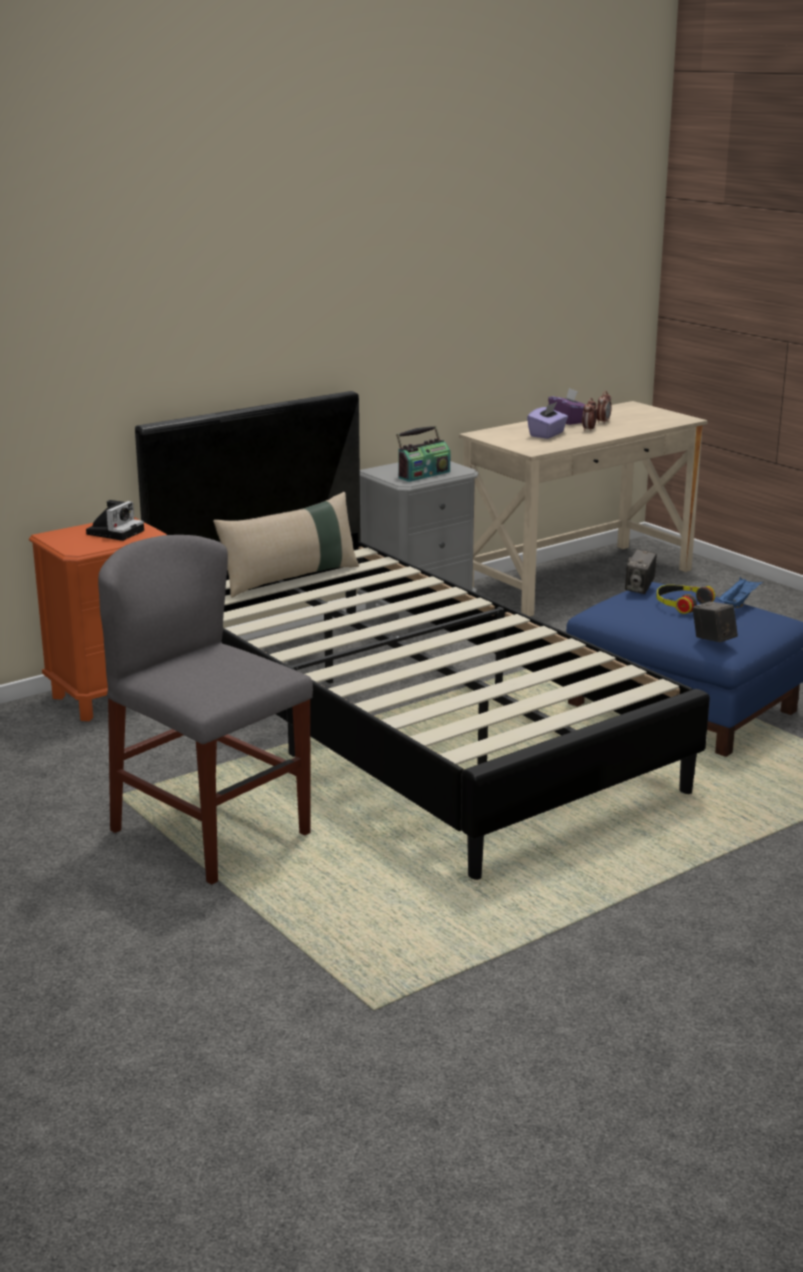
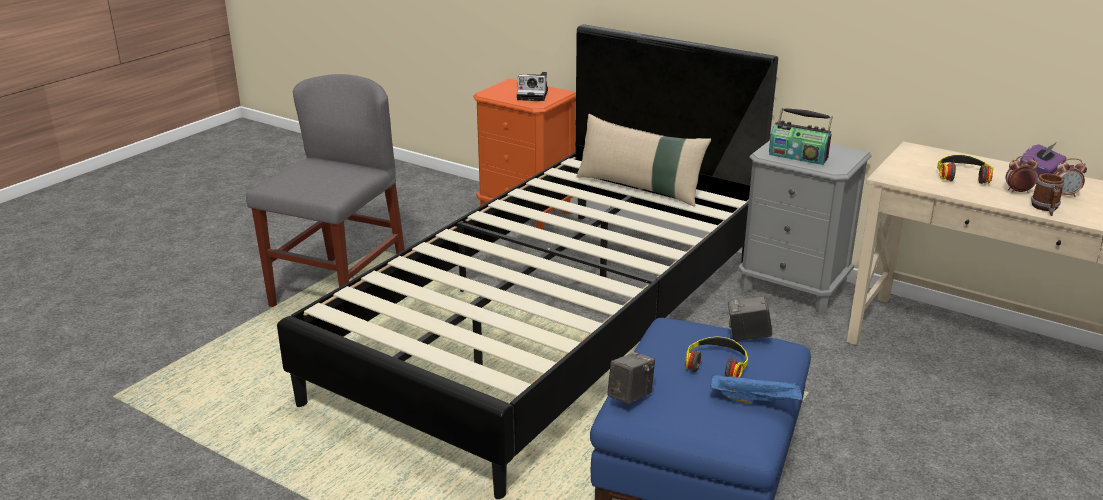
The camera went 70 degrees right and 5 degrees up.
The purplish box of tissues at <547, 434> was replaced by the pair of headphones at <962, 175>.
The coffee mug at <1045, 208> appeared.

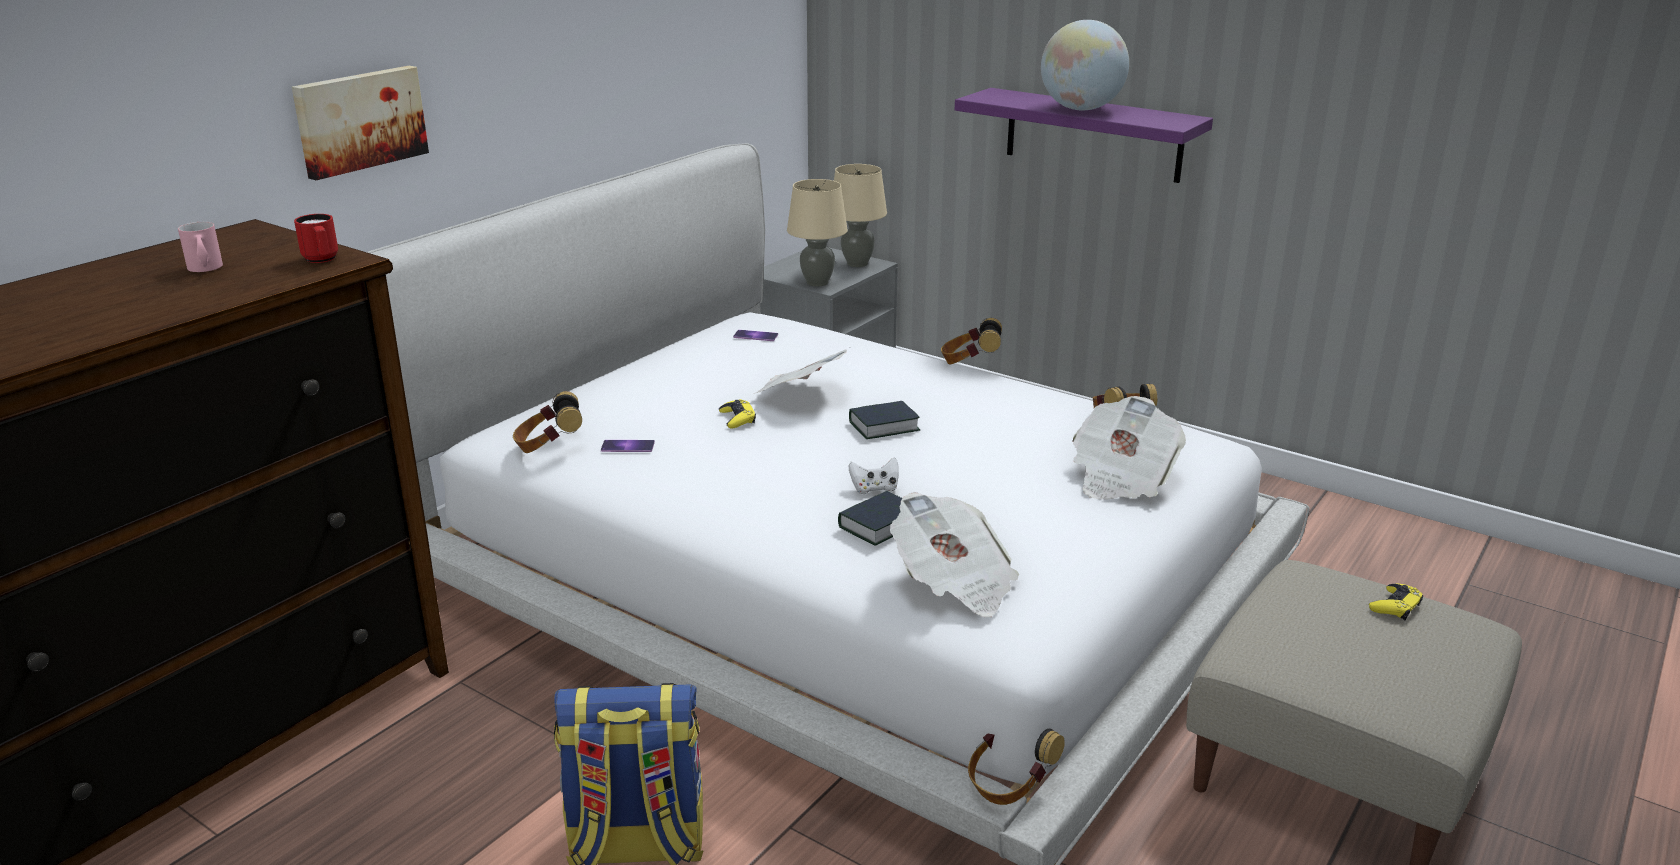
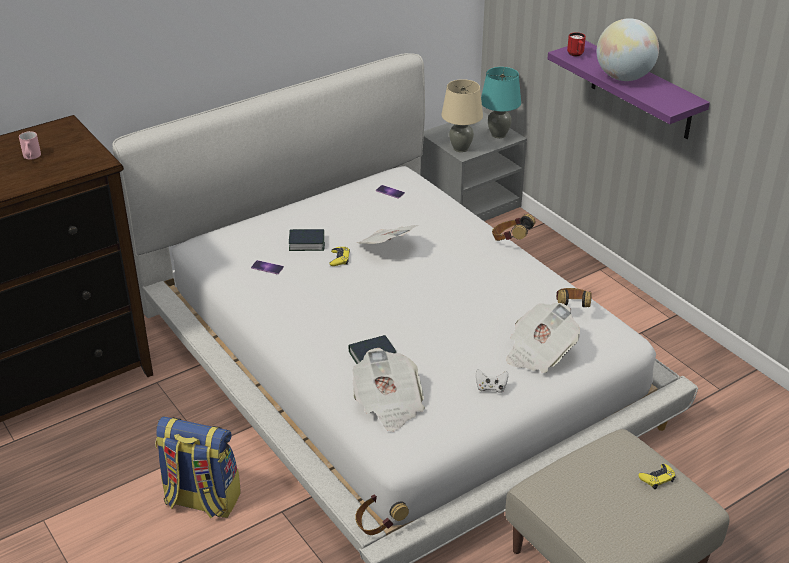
The camera went 20 degrees right and 10 degrees up.
The wall art at <359, 120> disappeared.
The red coffee mug moved from <322, 260> to <576, 55>.
The pair of headphones at <549, 446> disappeared.
The sand-coloured tabletop lamp at <857, 263> became the turquoise-coloured tabletop lamp at <498, 134>.
The book moved from <884, 426> to <306, 243>.
The white-coloured game controller moved from <874, 489> to <491, 388>.

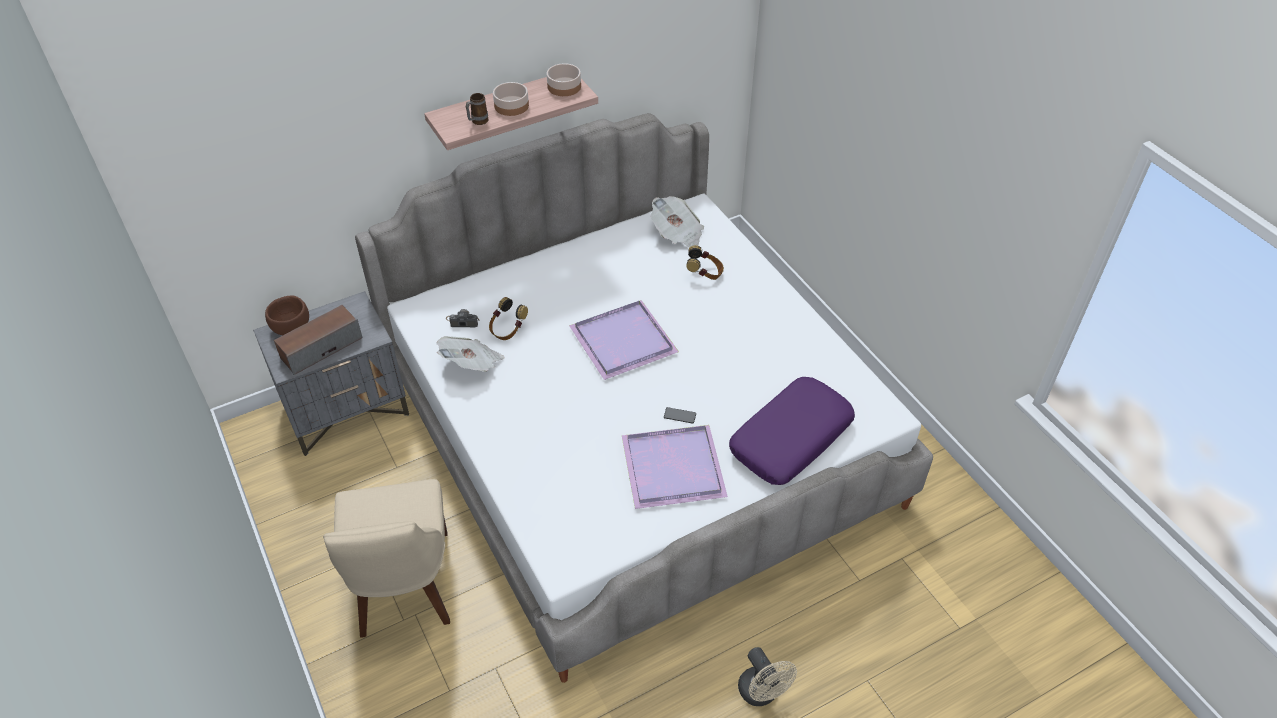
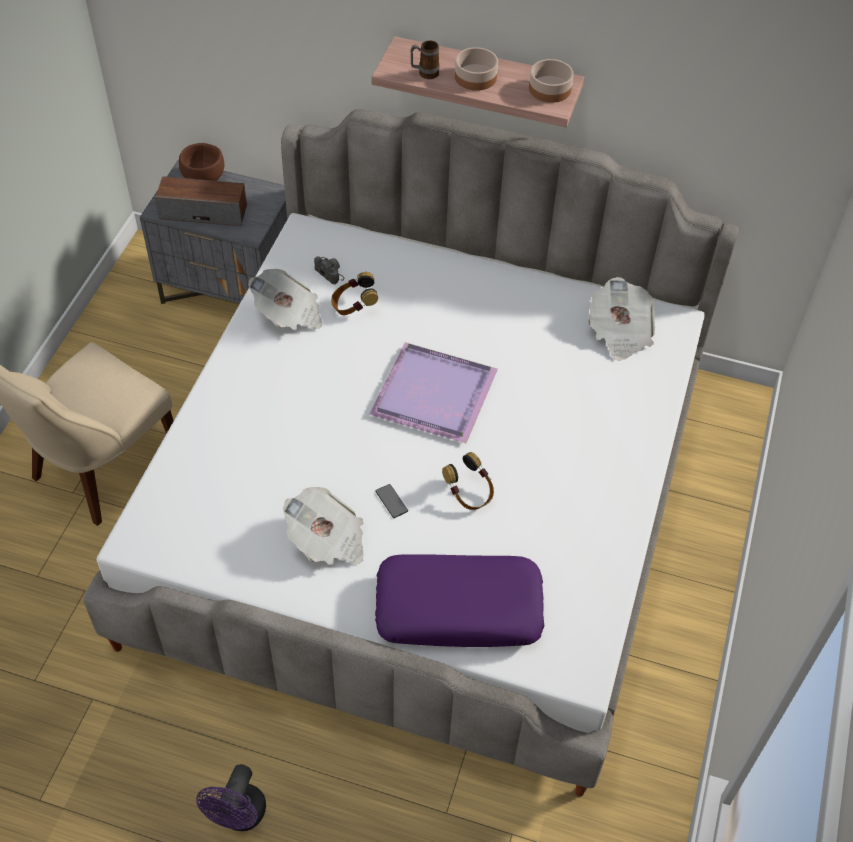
The camera went 45 degrees right and 5 degrees up.
The purplish tray at <674, 466> was replaced by the daily paper at <327, 541>.
The pair of headphones moved from <705, 274> to <469, 494>.
The sand-coloured electric fan at <762, 694> became the purplish electric fan at <239, 817>.

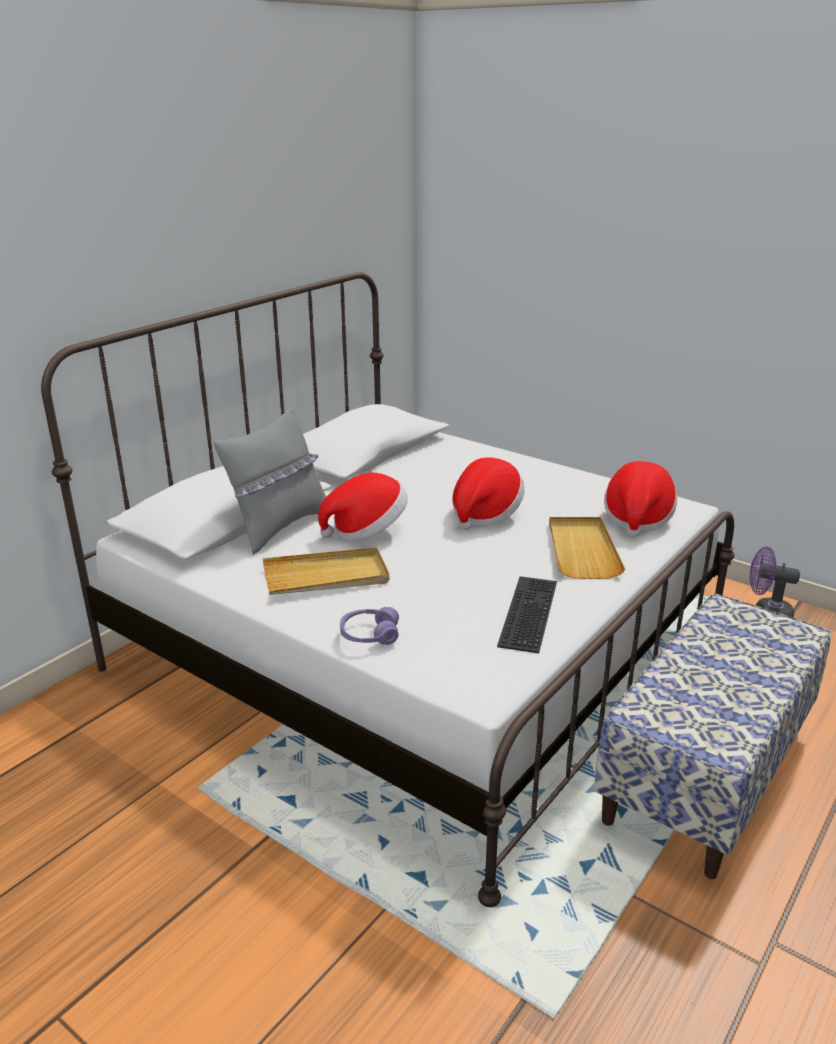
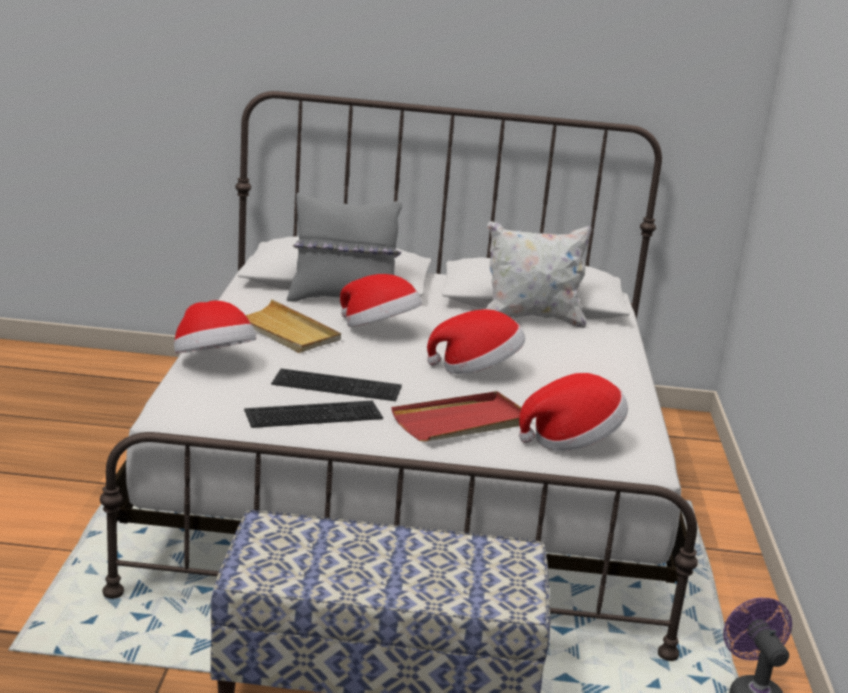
The camera went 55 degrees right and 5 degrees down.
The purplish pair of headphones at <369, 635> was replaced by the wearable hat at <213, 362>.
The sand-coloured tray at <582, 550> became the red tray at <462, 422>.
The keyboard at <338, 384> appeared.
The white-coloured throw pillow at <531, 319> appeared.

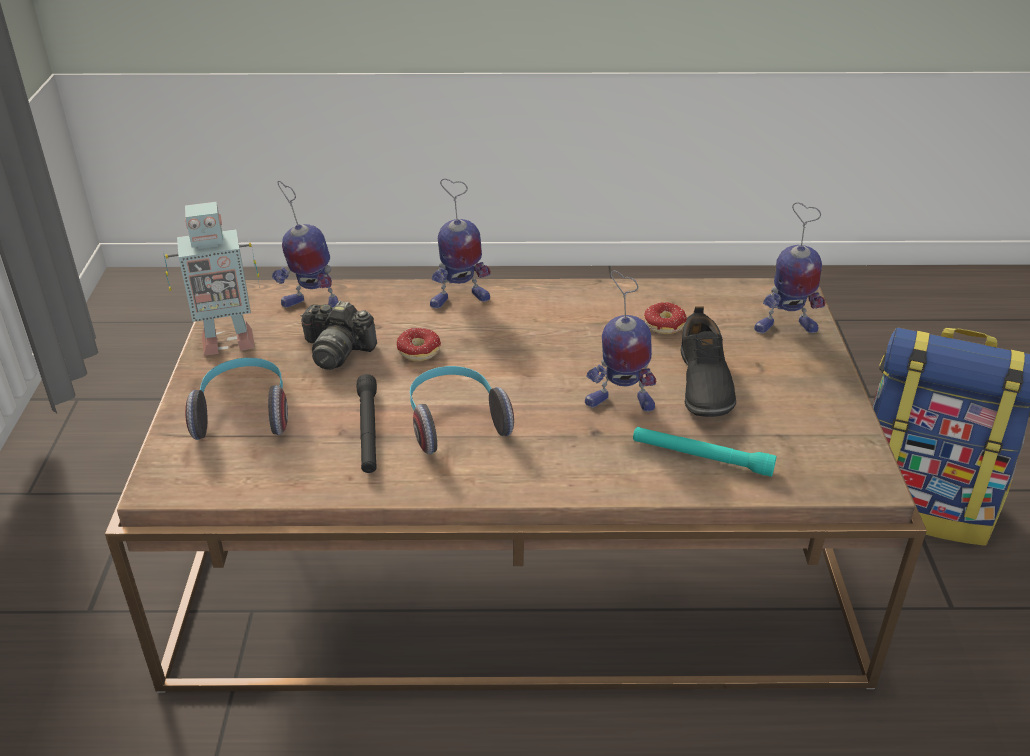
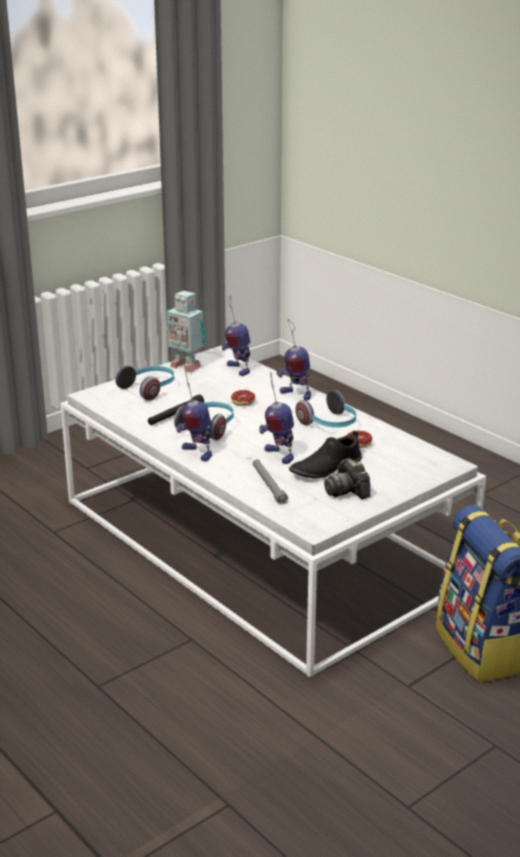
The camera went 50 degrees right and 10 degrees down.
The brown-coloured lounge table at <517, 545> became the white-coloured lounge table at <261, 541>.
The photo camera moved from <337, 351> to <347, 491>.
The turquoise-coloured torch at <701, 457> became the gray torch at <268, 485>.
The model robot moved from <784, 328> to <196, 453>.
The pair of headphones at <329, 424> appeared.

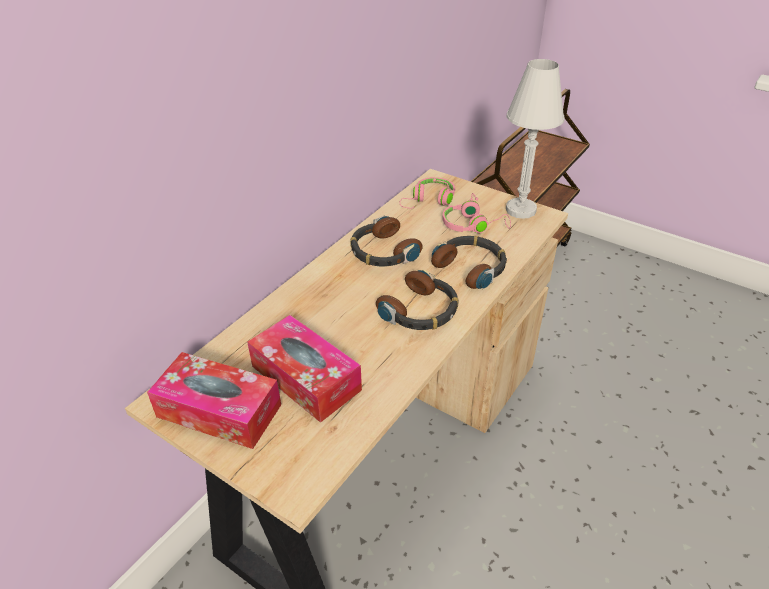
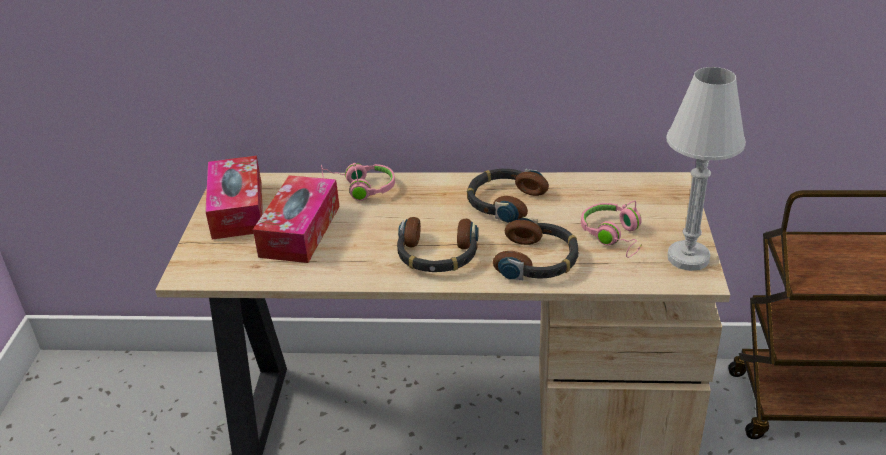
The camera went 60 degrees right and 5 degrees down.
The pink-coloured pair of headphones moved from <429, 201> to <360, 188>.

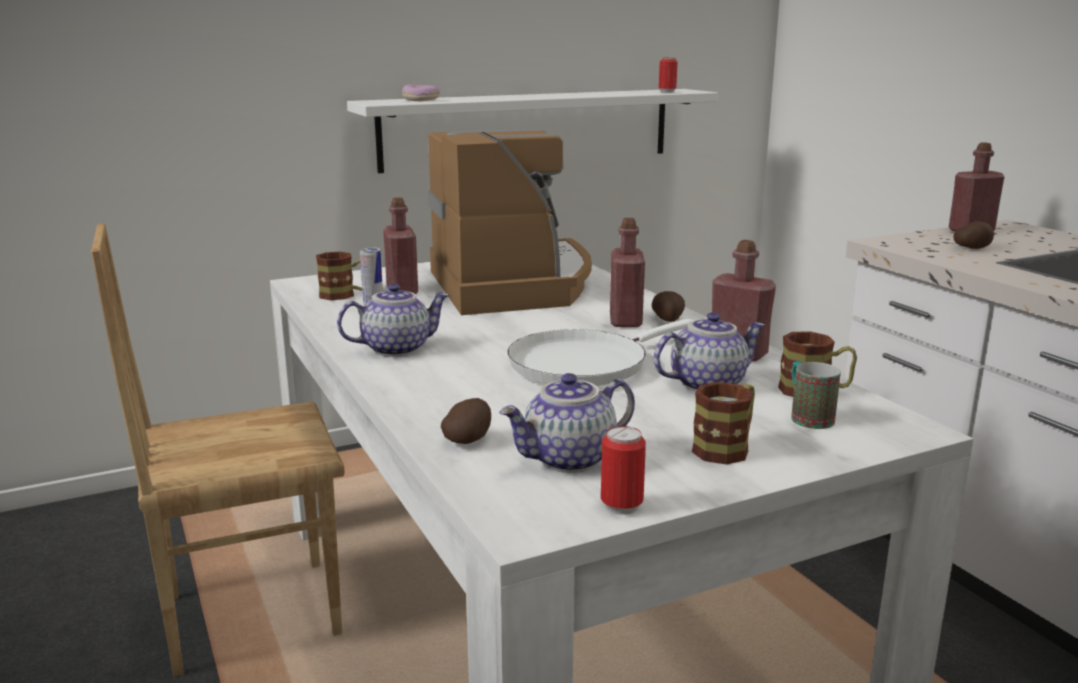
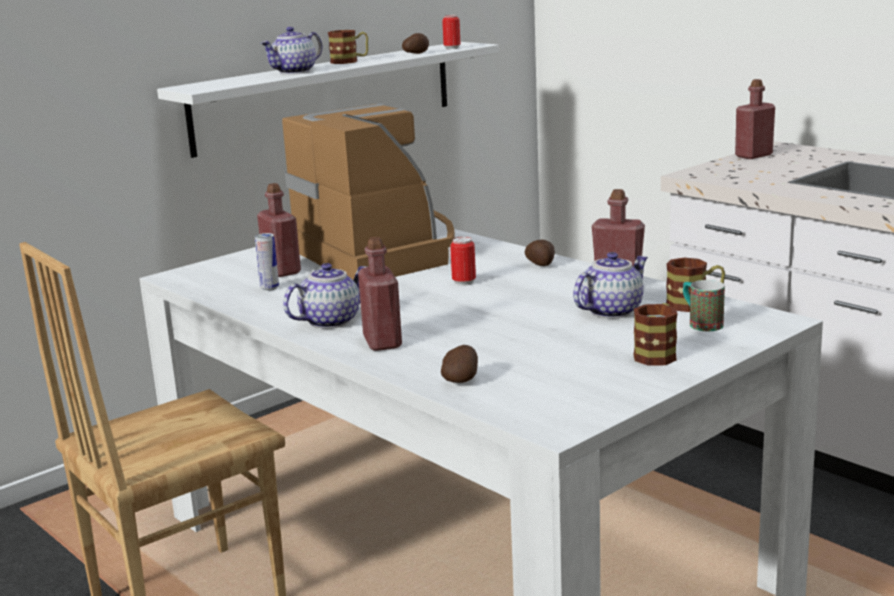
The camera went 15 degrees left and 0 degrees up.
The coffee mug moved from <344, 295> to <350, 61>.
The donut at <420, 100> disappeared.
The tea pot moved from <569, 460> to <295, 72>.
The white-coloured pan at <584, 364> disappeared.
The sealed can moved from <621, 506> to <464, 282>.
The red bottle moved from <625, 320> to <382, 342>.
The whole potato moved from <971, 248> to <416, 53>.

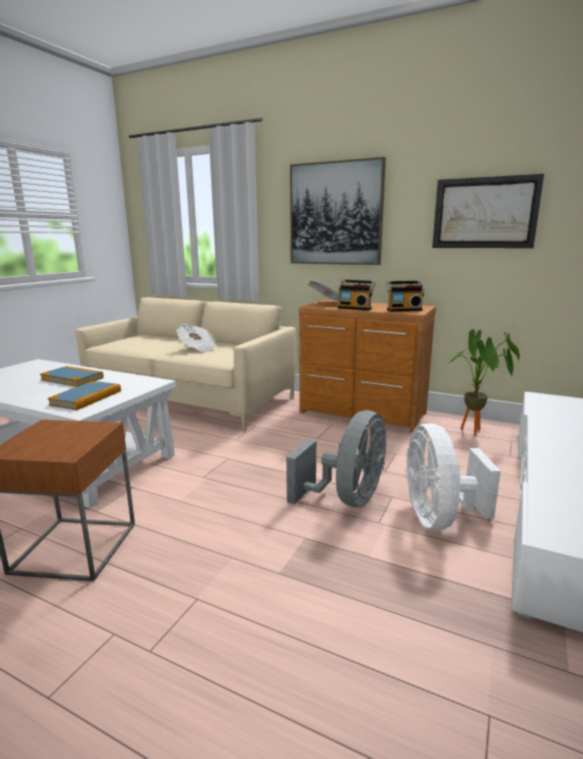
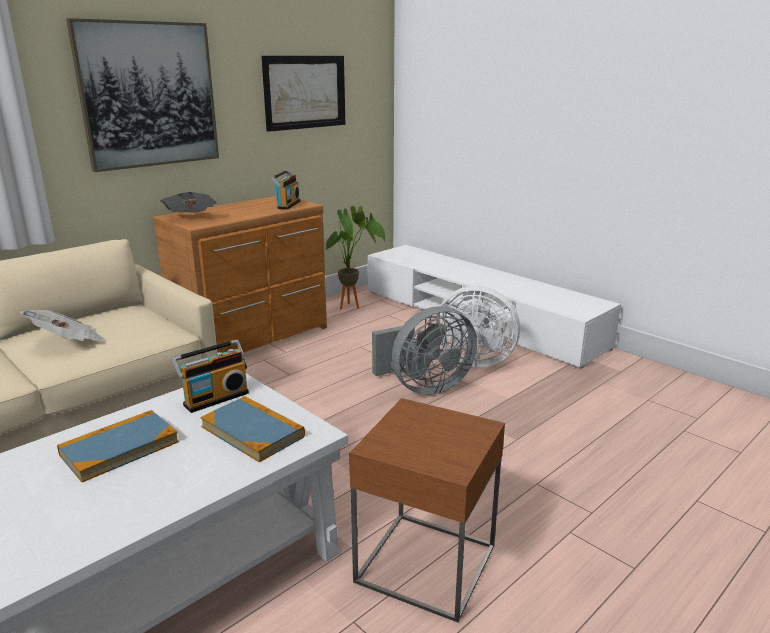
The camera went 70 degrees left and 5 degrees up.
The gray electric fan at <347, 499> turned 105 degrees clockwise.
The radio receiver moved from <355, 308> to <215, 398>.

